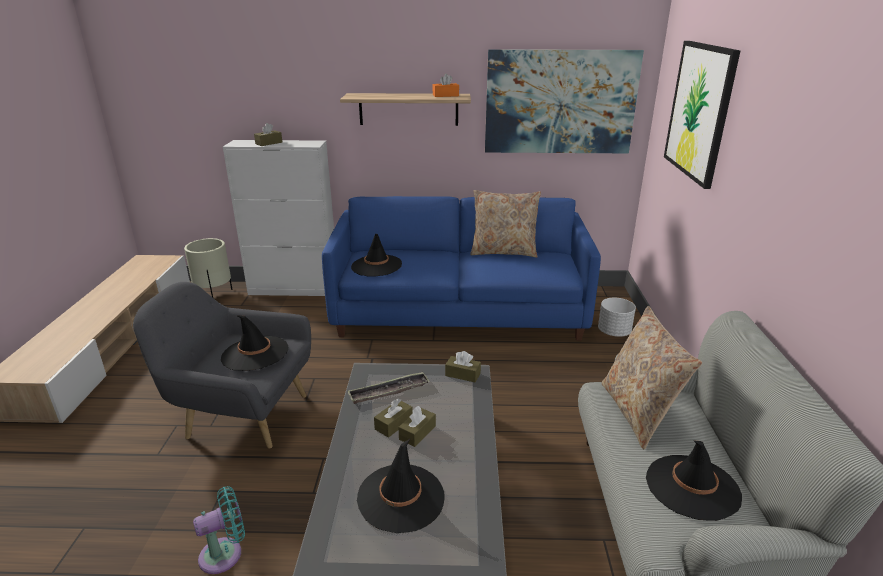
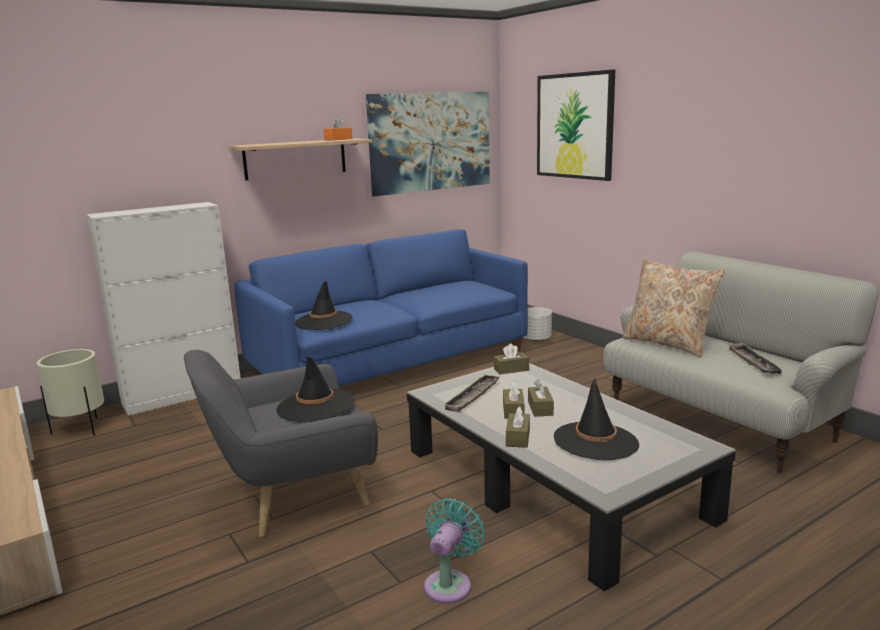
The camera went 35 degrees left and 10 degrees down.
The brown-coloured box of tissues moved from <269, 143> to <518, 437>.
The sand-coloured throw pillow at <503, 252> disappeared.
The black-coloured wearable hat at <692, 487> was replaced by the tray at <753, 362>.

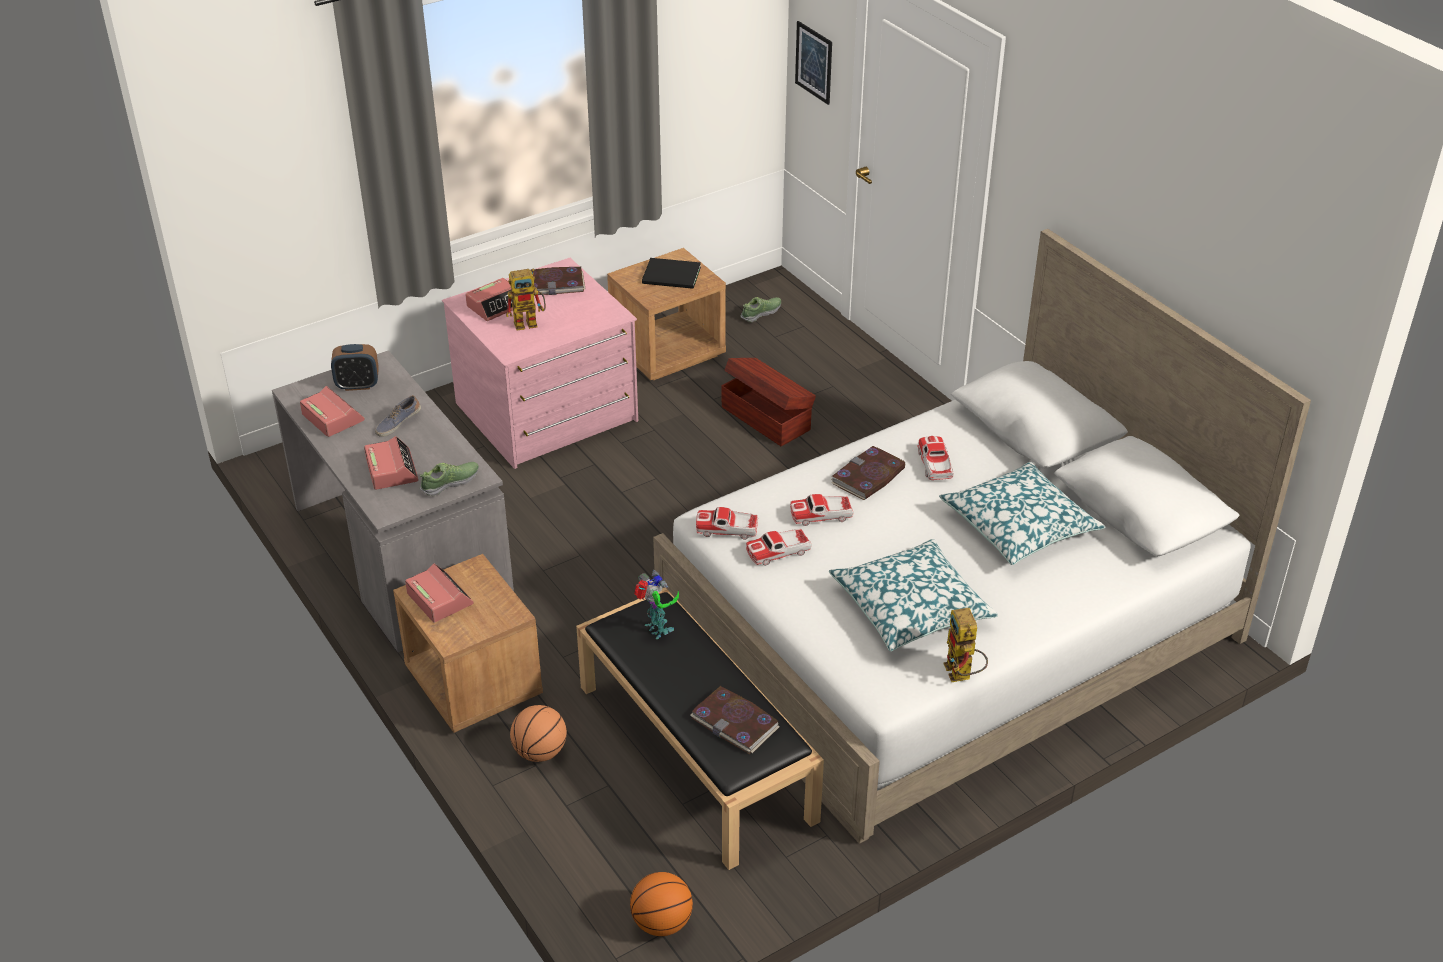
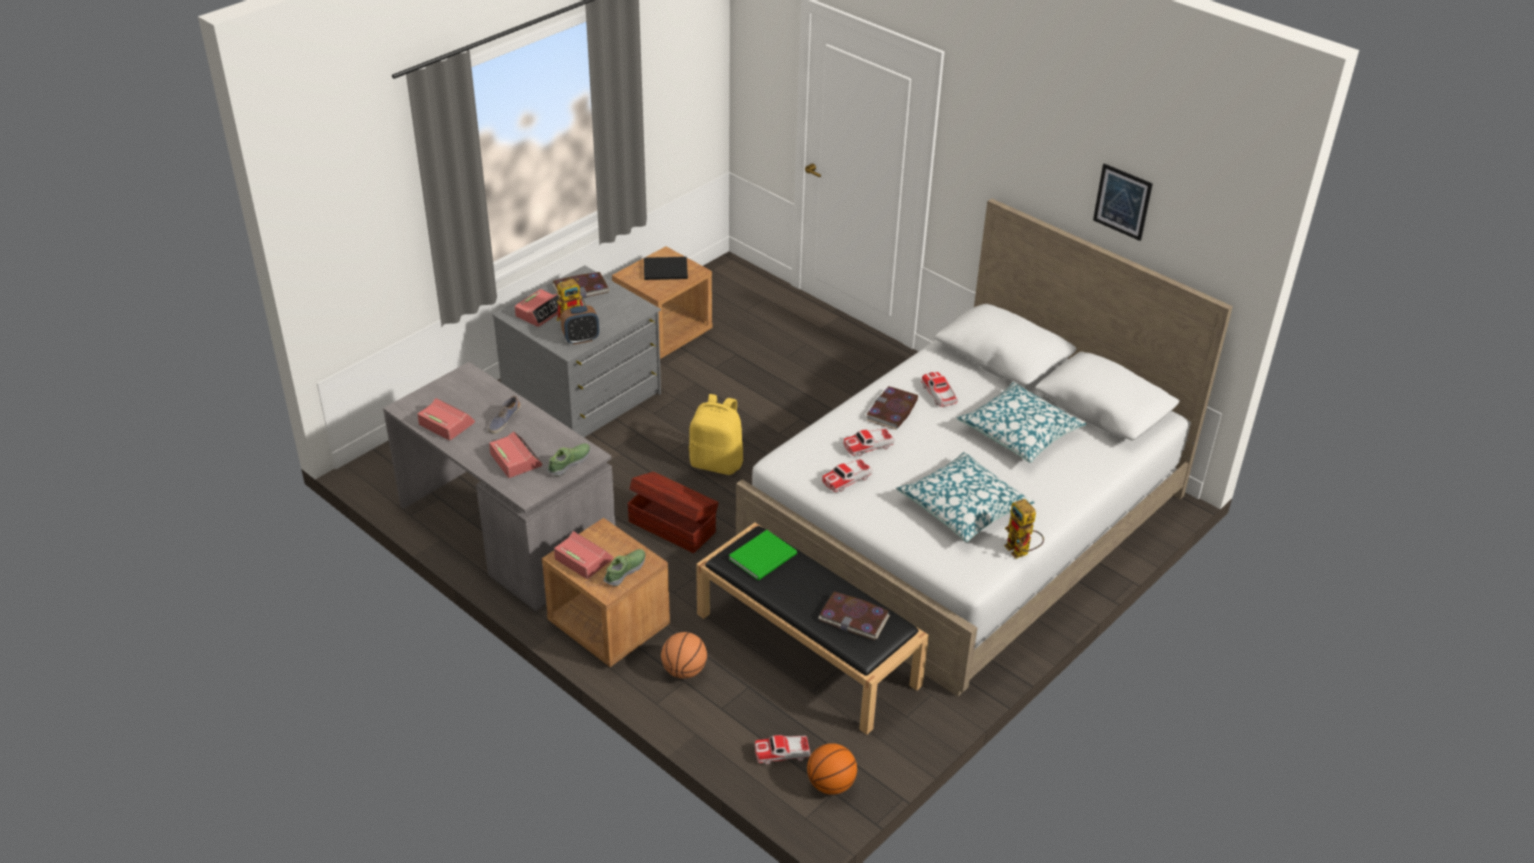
The camera went 15 degrees left and 0 degrees up.
The bedside clock moved from <357, 385> to <581, 339>.
The pink-coloured drawer chest at <547, 413> became the gray drawer chest at <583, 398>.
The model robot at <657, 630> was replaced by the green book at <765, 556>.
The miniature car moved from <727, 529> to <782, 753>.
The brown-coloured storage bin moved from <766, 417> to <672, 525>.
The item of footwear moved from <761, 313> to <625, 571>.
The wall art moved from <814, 62> to <1122, 201>.
The yellow knapsack at <717, 463> appeared.

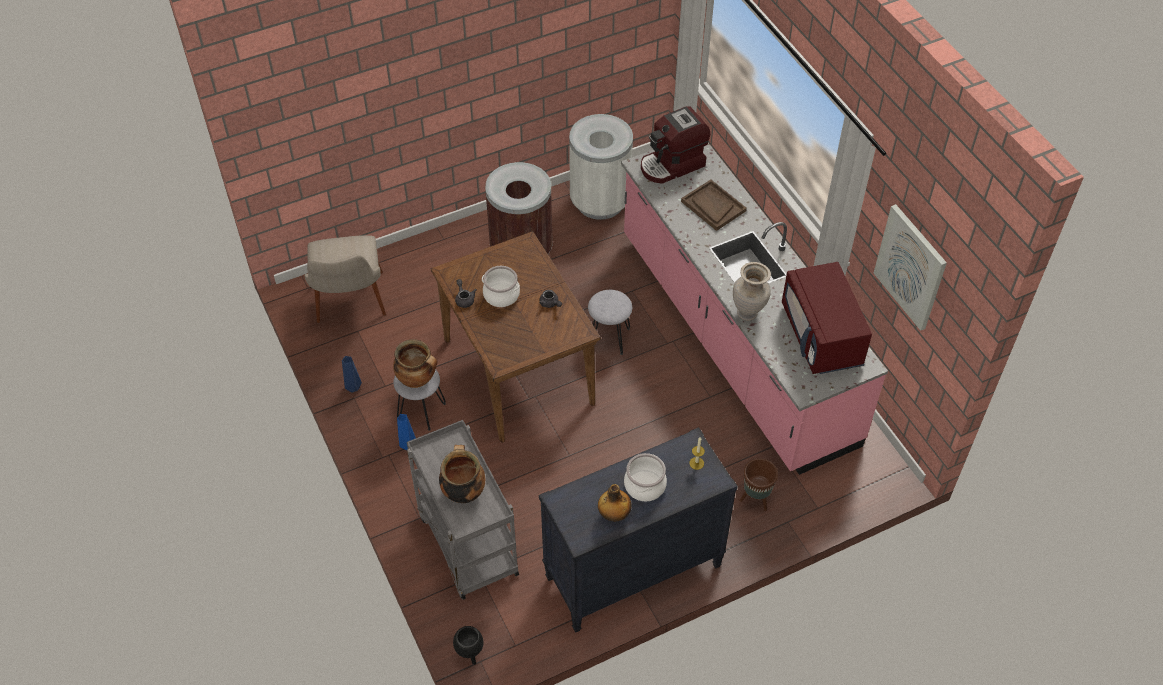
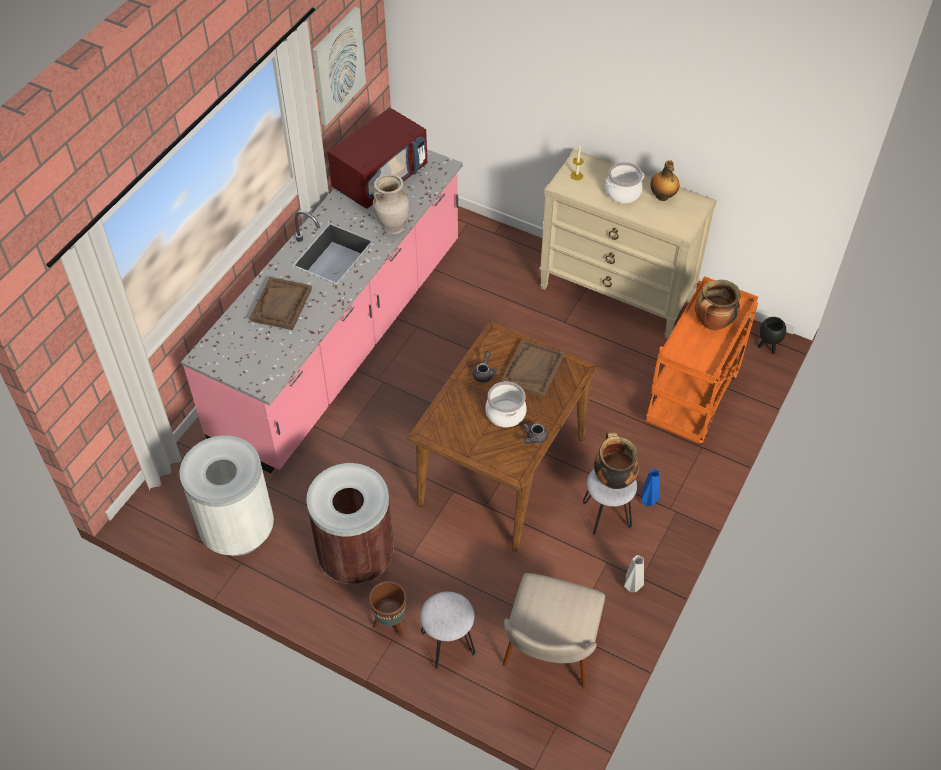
The camera went 125 degrees left and 0 degrees up.
The sand-coloured chair at <350, 308> turned 150 degrees clockwise.
The blue-coloured vase at <352, 388> became the gray vase at <633, 587>.
The gray cart at <466, 544> became the orange cart at <692, 402>.
The black-coloured drawer chest at <632, 573> became the sand-coloured drawer chest at <617, 294>.
The gray sitting stool moved from <609, 338> to <448, 643>.
The coffee machine at <672, 165> disappeared.
The brown-coloured planter moved from <755, 499> to <391, 623>.
The brown-coloured tray at <532, 369> appeared.

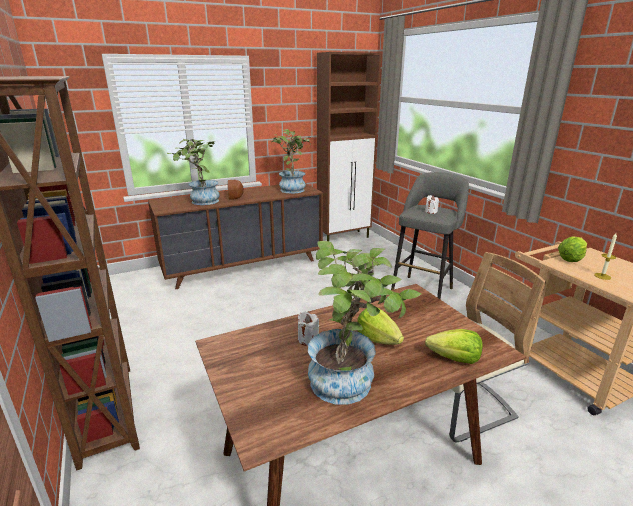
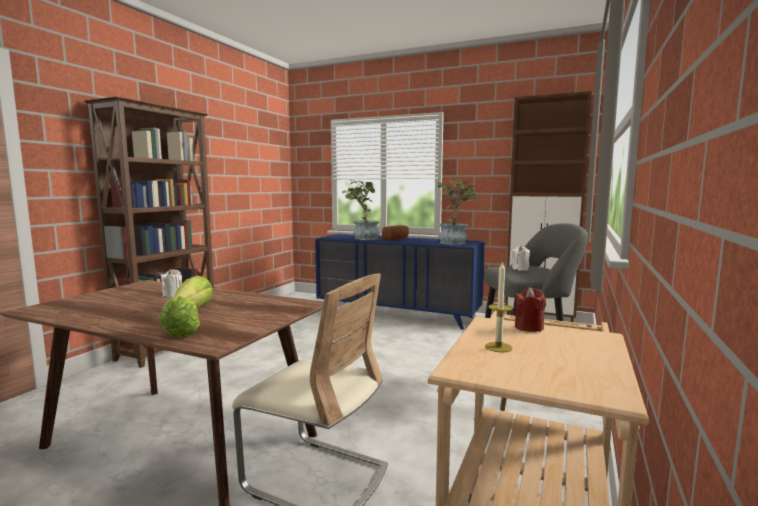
The camera went 50 degrees right and 15 degrees down.
The brown-coloured drawer chest at <244, 266> became the blue-coloured drawer chest at <398, 314>.
The plant in a pot at <350, 382> disappeared.
The lettuce at <571, 259> was replaced by the red candle at <529, 327>.

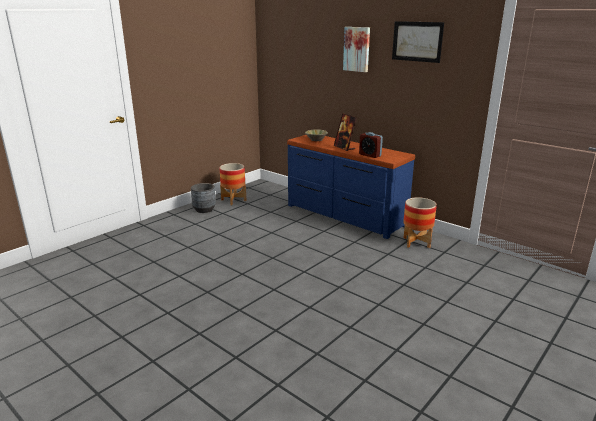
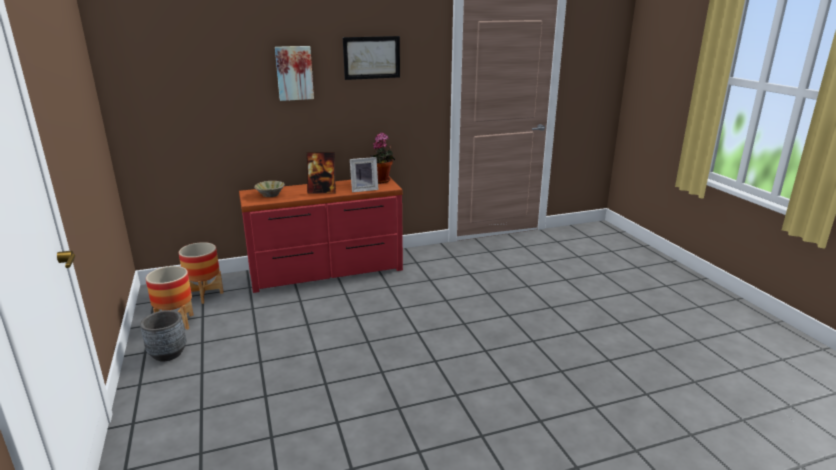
The camera went 60 degrees left and 0 degrees up.
The blue-coloured drawer chest at <344, 215> became the red drawer chest at <327, 272>.
The bedside clock at <370, 155> was replaced by the picture frame at <364, 189>.
The planter moved from <416, 242> to <204, 295>.
The plant in a pot at <382, 181> appeared.

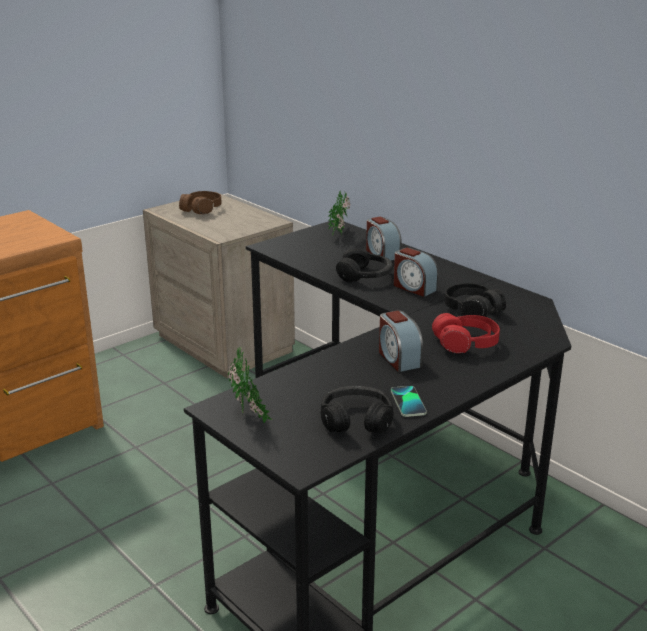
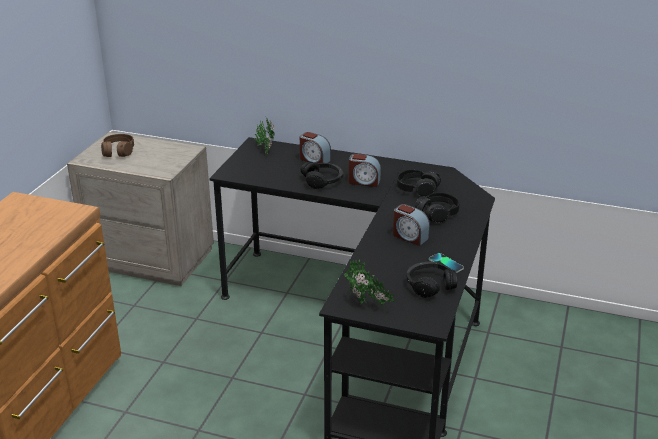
The camera went 30 degrees left and 5 degrees up.
The red pair of headphones at <466, 343> became the black-coloured pair of headphones at <437, 214>.

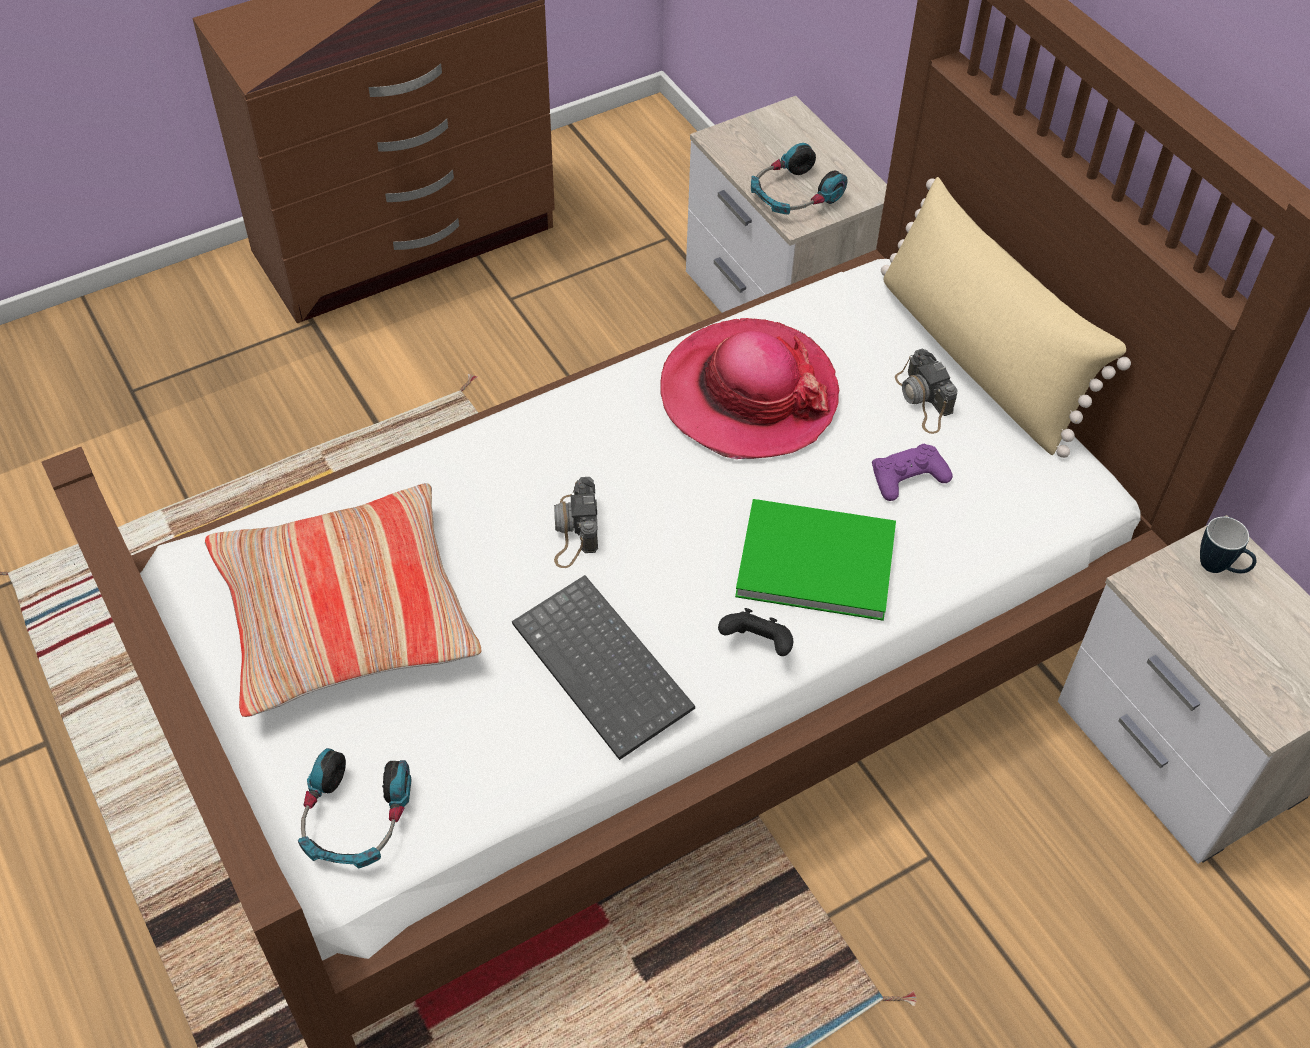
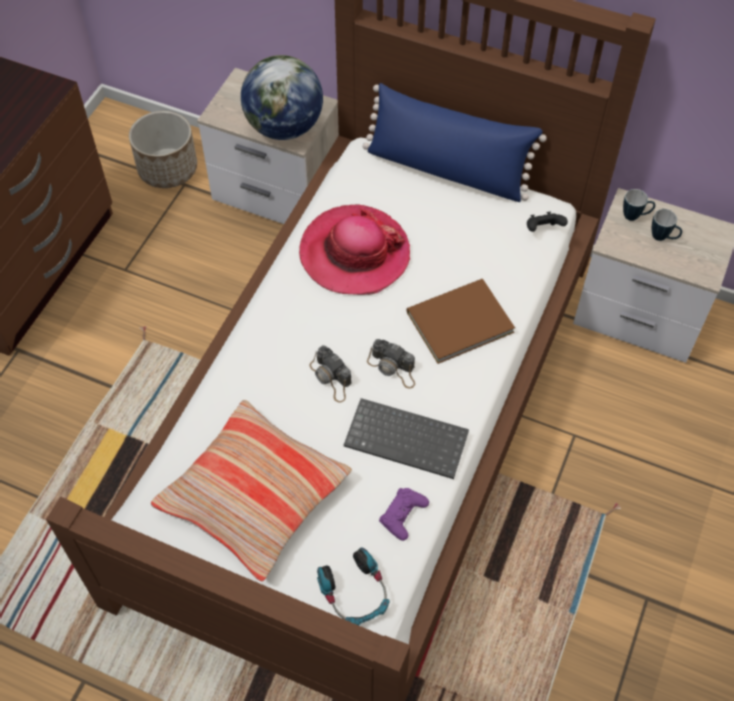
The camera went 35 degrees left and 5 degrees up.
The black-coloured game controller moved from <757, 645> to <543, 230>.
The green book at <811, 557> became the brown-coloured book at <456, 321>.
The pair of headphones at <794, 195> was replaced by the globe at <284, 127>.
The purplish game controller moved from <908, 477> to <403, 515>.
The sand-coloured throw pillow at <979, 359> became the blue-coloured throw pillow at <447, 170>.
The photo camera moved from <924, 400> to <393, 368>.
The planter at <167, 169> appeared.
The coffee mug at <663, 238> appeared.

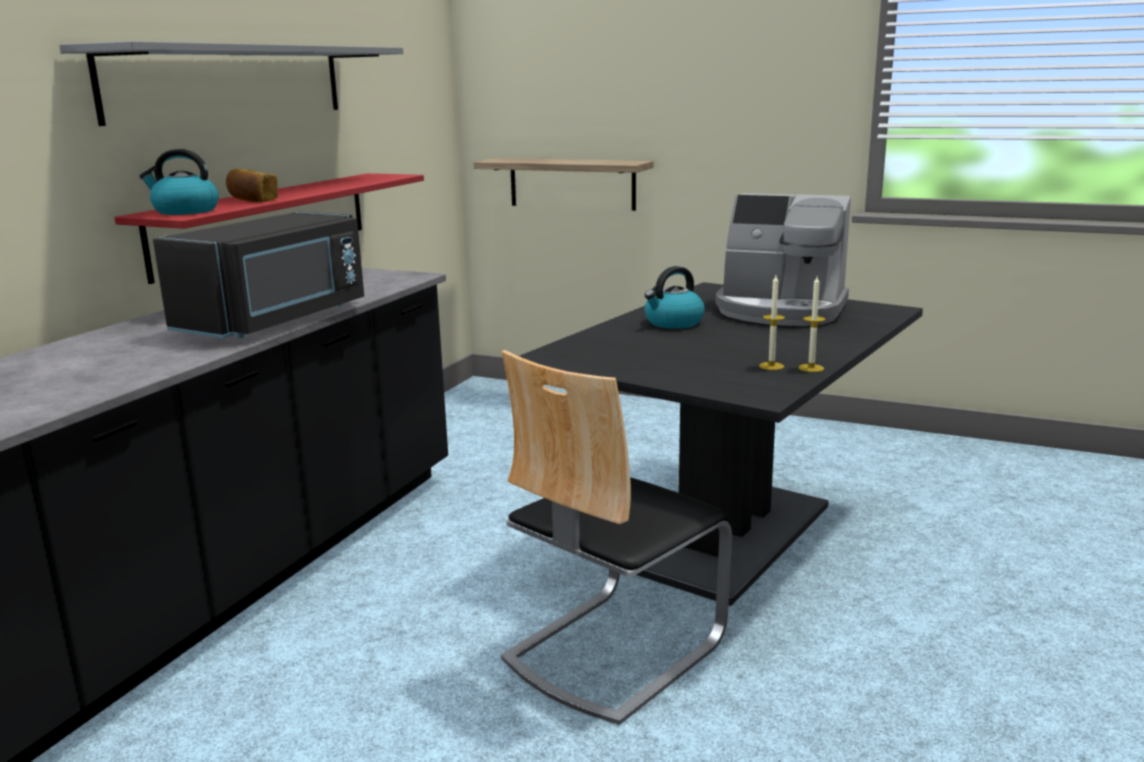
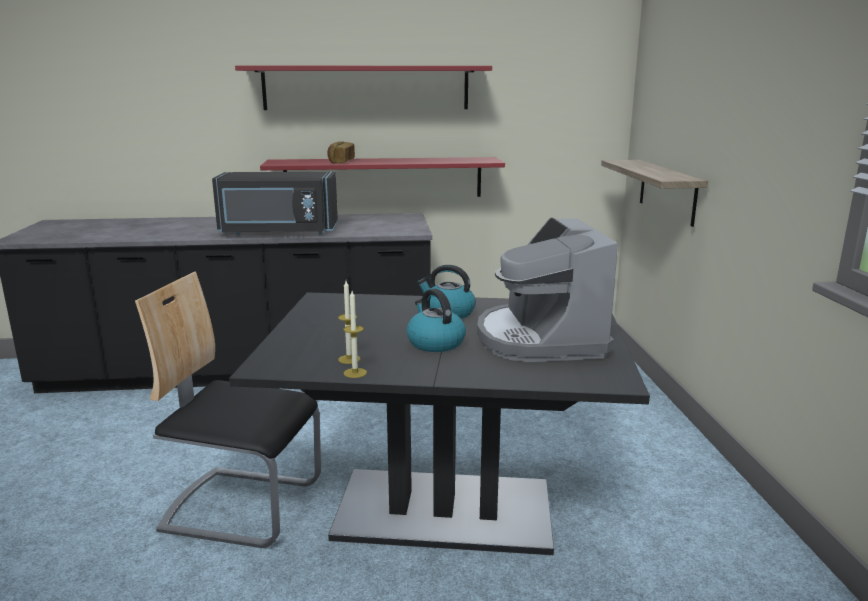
The camera went 60 degrees right and 0 degrees up.
The gray bracket shelf at <230, 82> became the red bracket shelf at <366, 88>.
The kettle moved from <185, 211> to <435, 343>.

